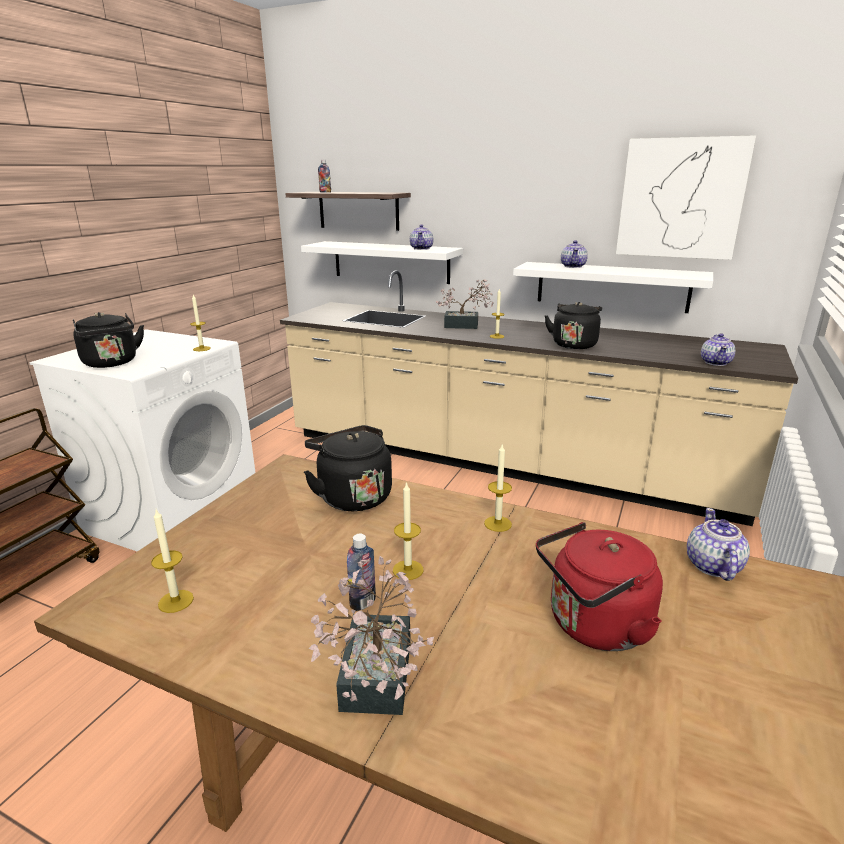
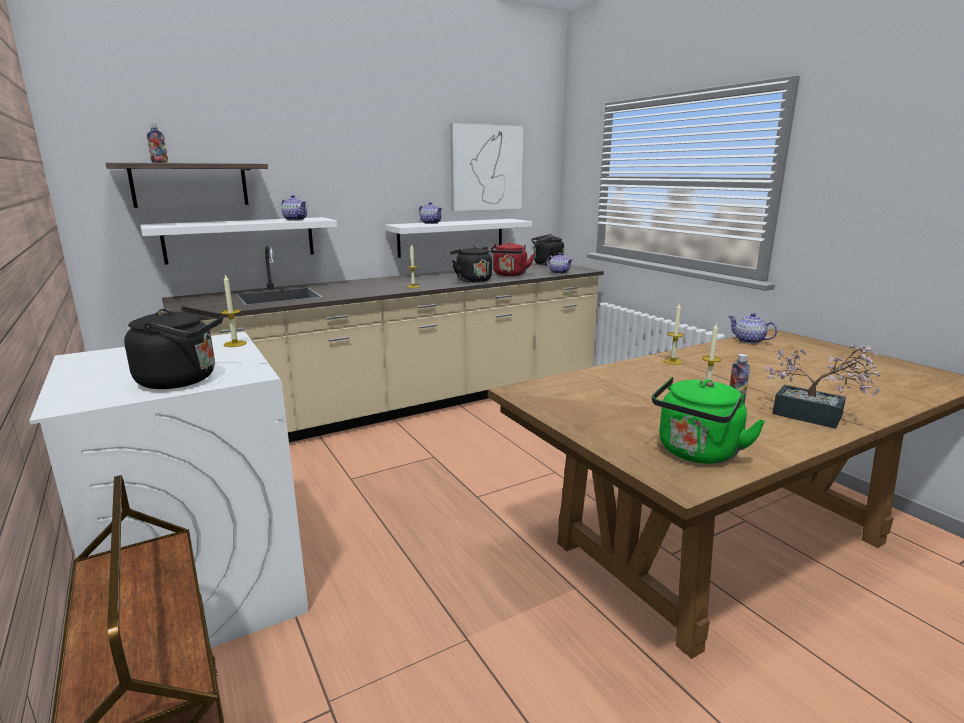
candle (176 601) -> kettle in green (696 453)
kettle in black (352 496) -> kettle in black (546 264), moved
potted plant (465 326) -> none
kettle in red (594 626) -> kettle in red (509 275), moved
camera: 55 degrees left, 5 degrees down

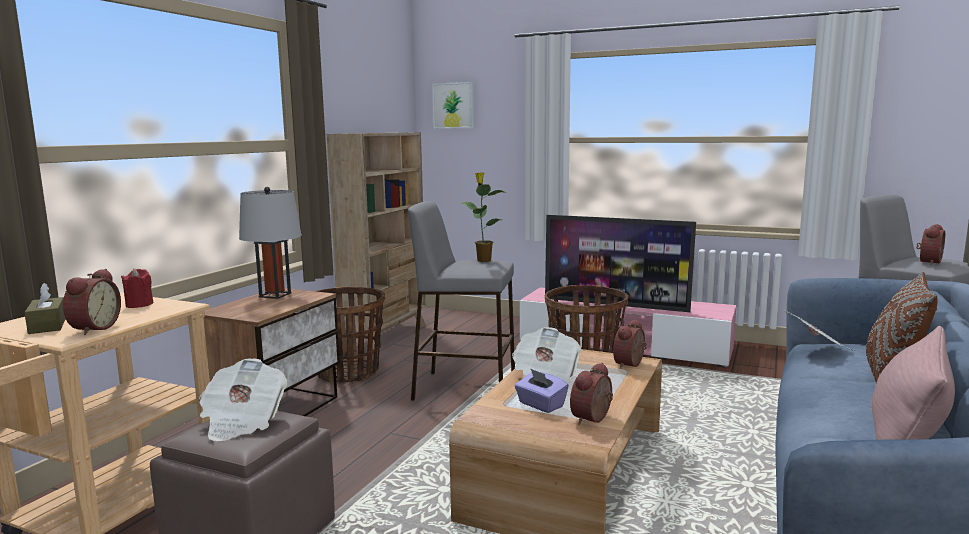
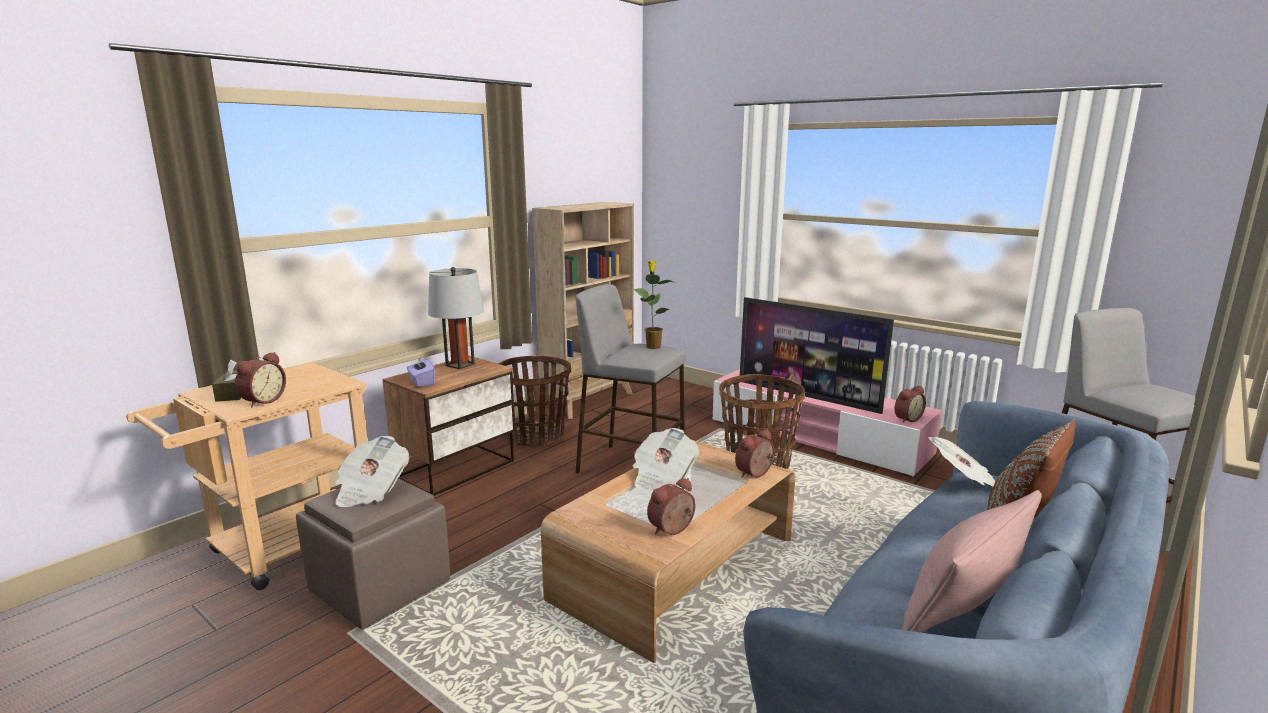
candle in red (139 305) -> none
picture (453 105) -> none
tissue box in purple (540 405) -> tissue box in purple (421 383), moved
alarm clock (927 262) -> alarm clock (906 419), moved
camera: 15 degrees right, 5 degrees up

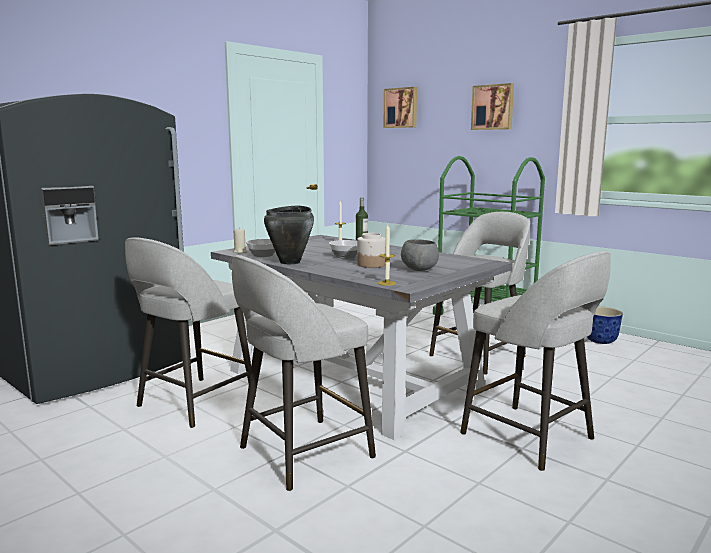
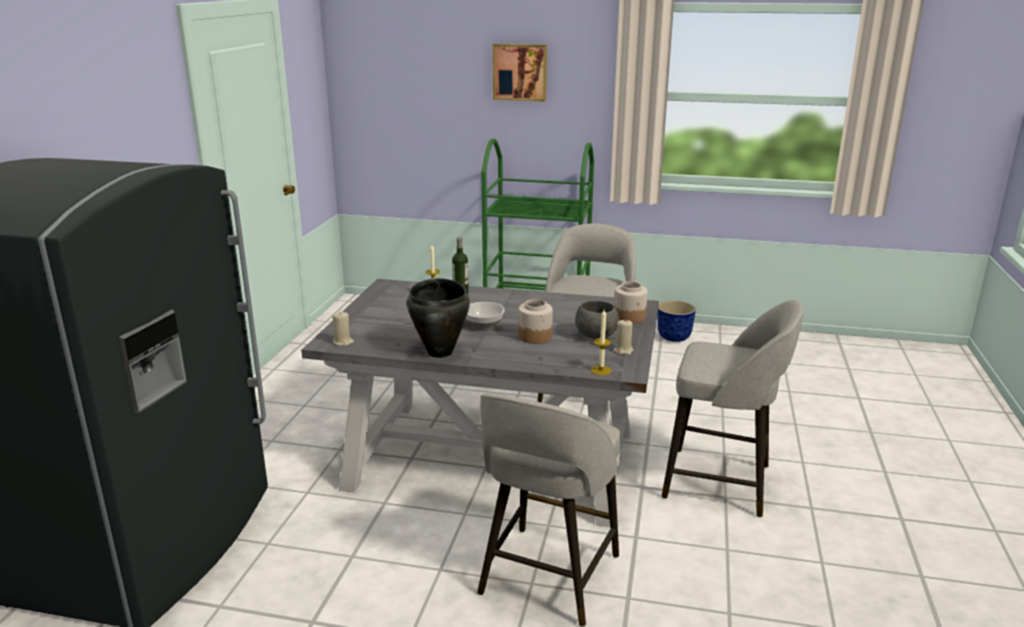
stool in grey (193 403) -> none
bowl (263 255) -> none
picture (401 108) -> none
none -> jar (630 317)
none -> candle in beige (623 350)
camera: 30 degrees left, 10 degrees up

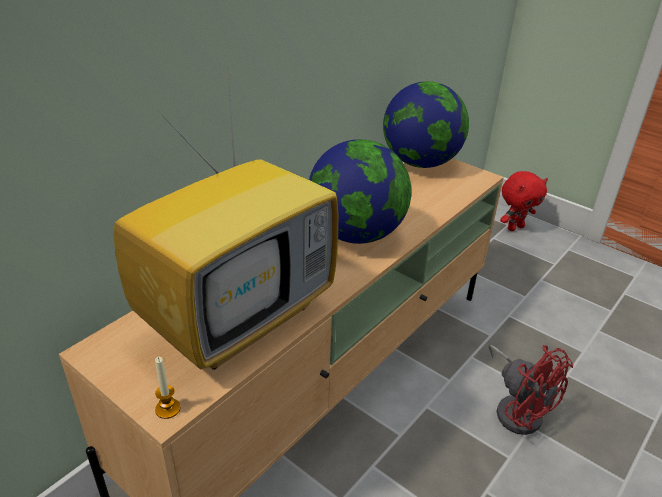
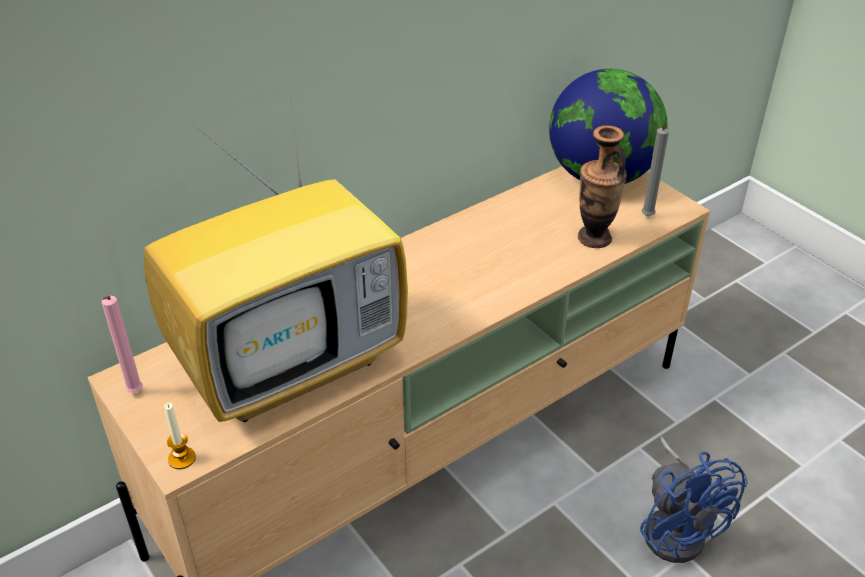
globe (356 234) -> none
fan in red (517 409) -> fan in blue (677 527)
plush toy in red (515 227) -> none
none -> candle in pink (134 394)
none -> vase (594 238)
none -> candle in grey (646 217)
camera: 15 degrees right, 5 degrees up

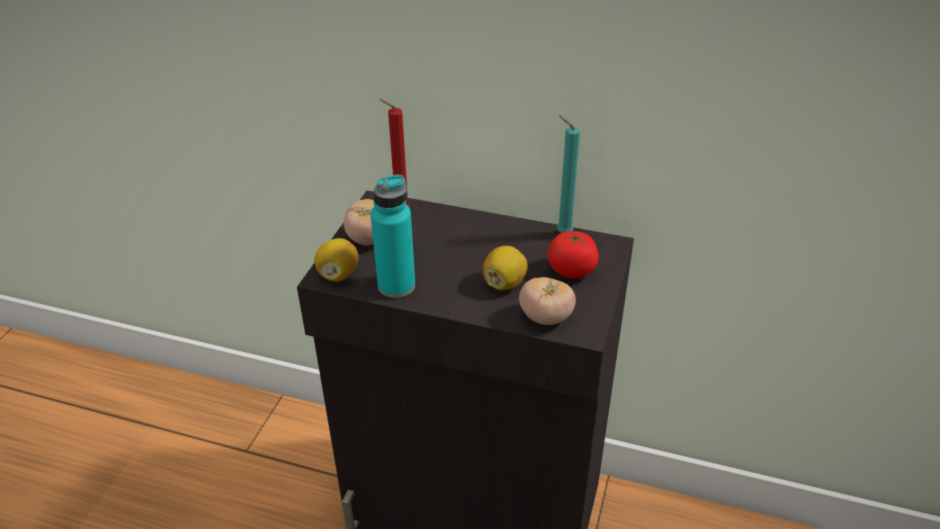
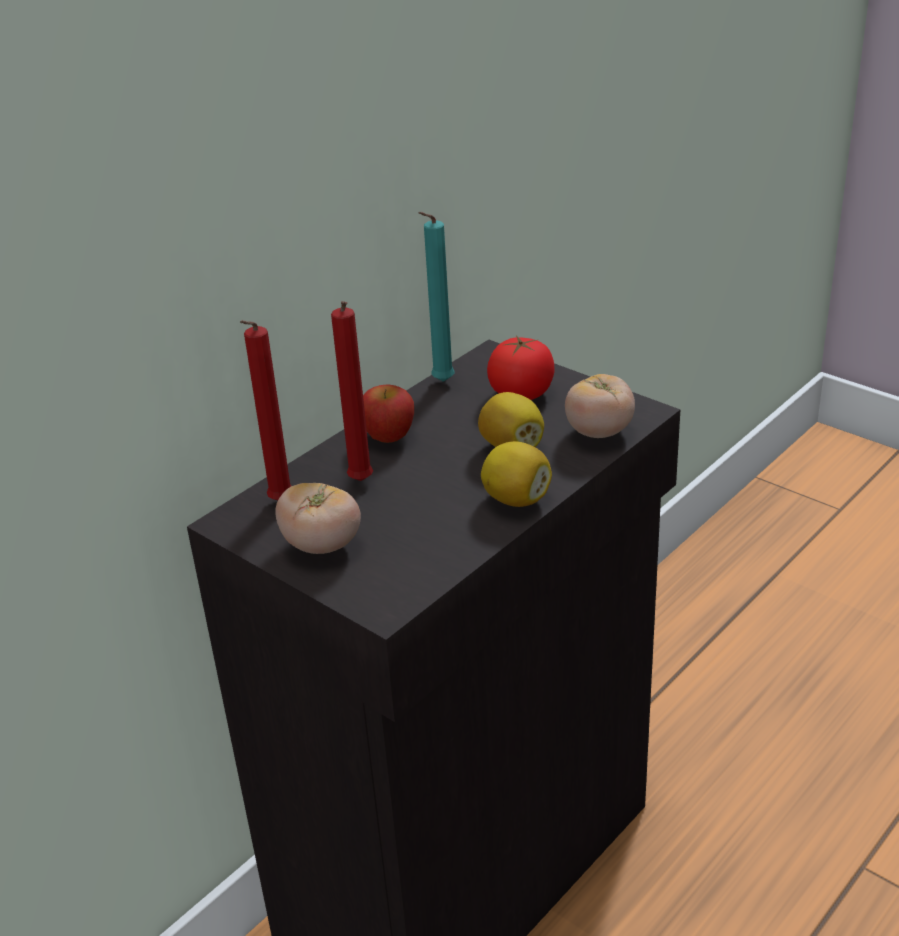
lemon (338 274) -> lemon (516 499), moved
bottle in turquoise (396 286) -> none
none -> candle in red (361 483)
none -> apple (389 436)
camera: 65 degrees left, 5 degrees down

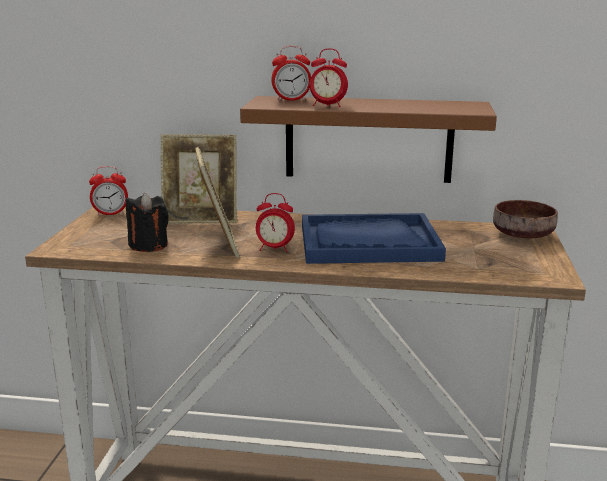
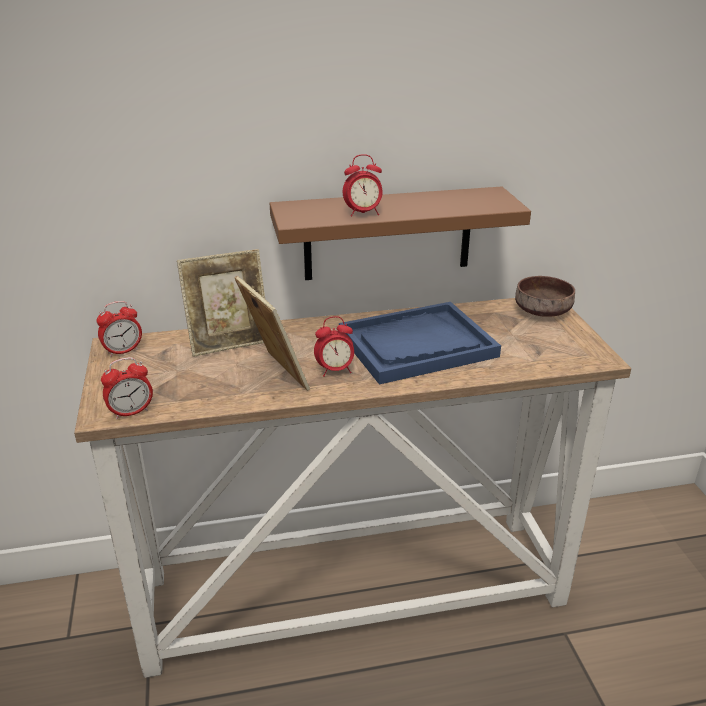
candle in black (148 245) -> none
alarm clock (291 100) -> alarm clock (131 412), moved
camera: 20 degrees left, 10 degrees up

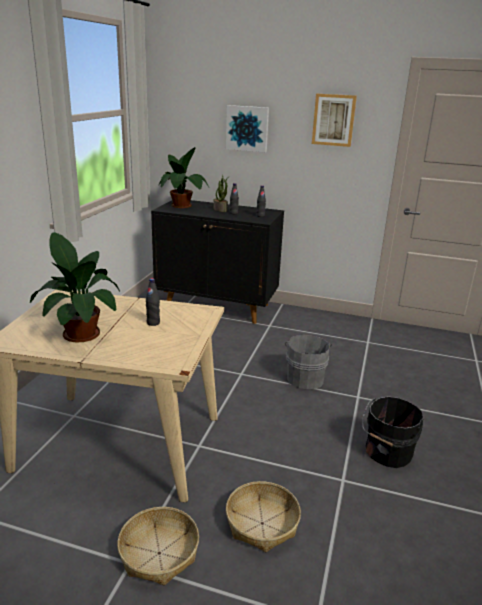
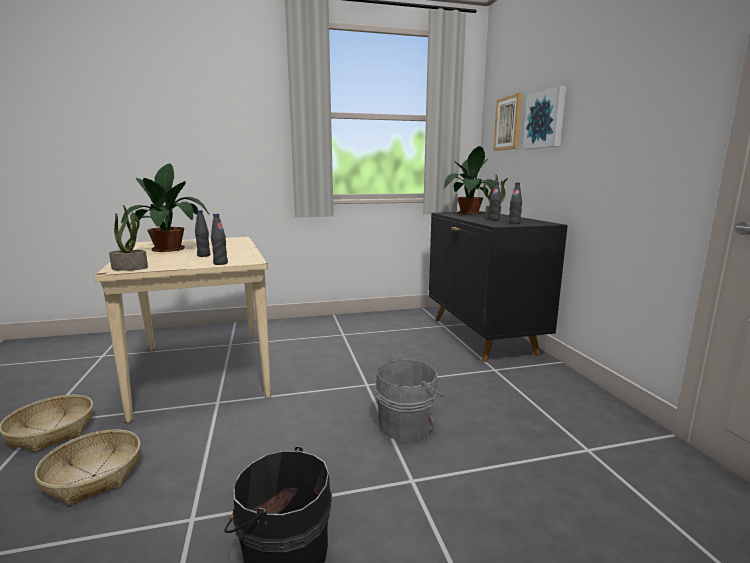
picture (333 120) -> picture (508 123), moved
none -> potted plant (130 268)
none -> bottle in black (220 263)
camera: 60 degrees right, 10 degrees down

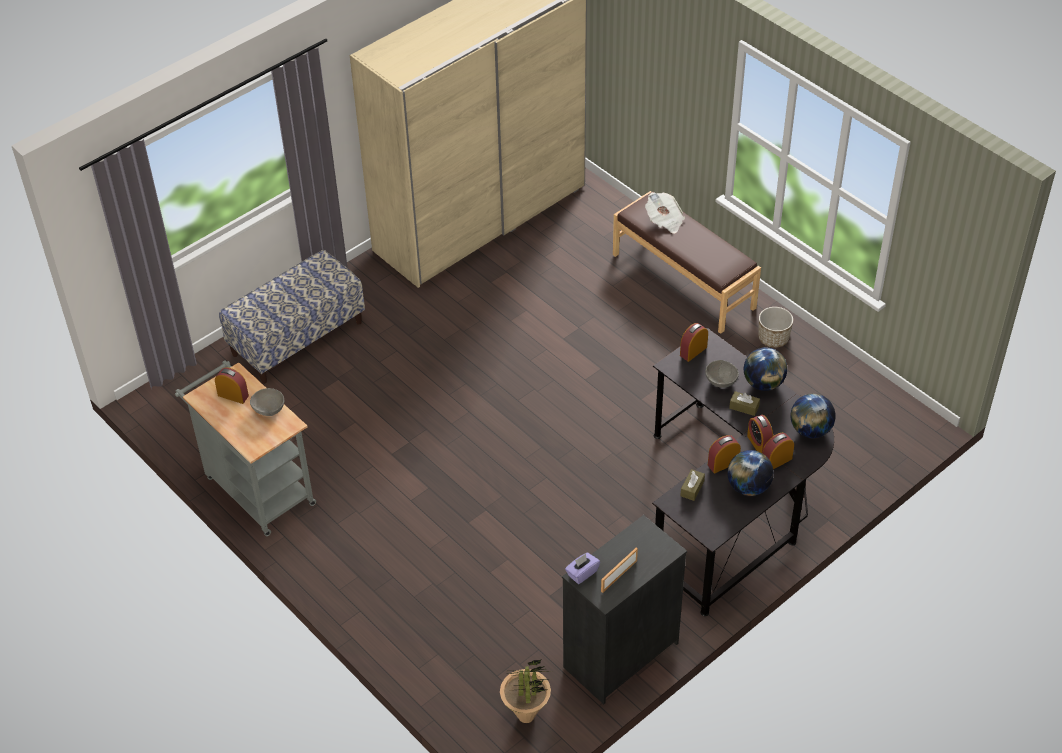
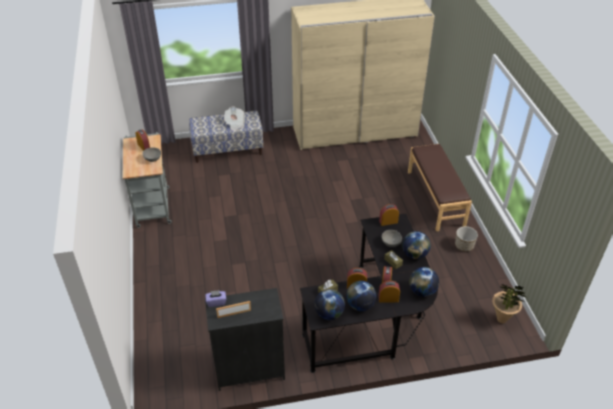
potted plant (526 716) -> potted plant (501 319), moved
newspaper (664 221) -> newspaper (235 123), moved
none -> globe (329 314)
camera: 30 degrees right, 5 degrees down

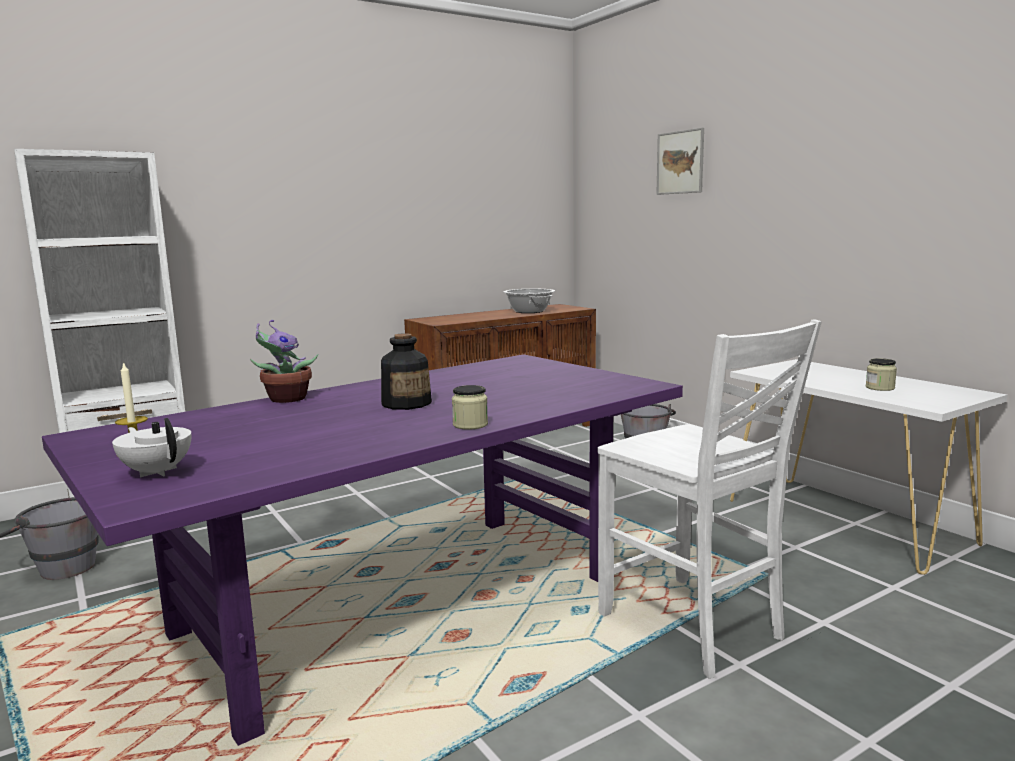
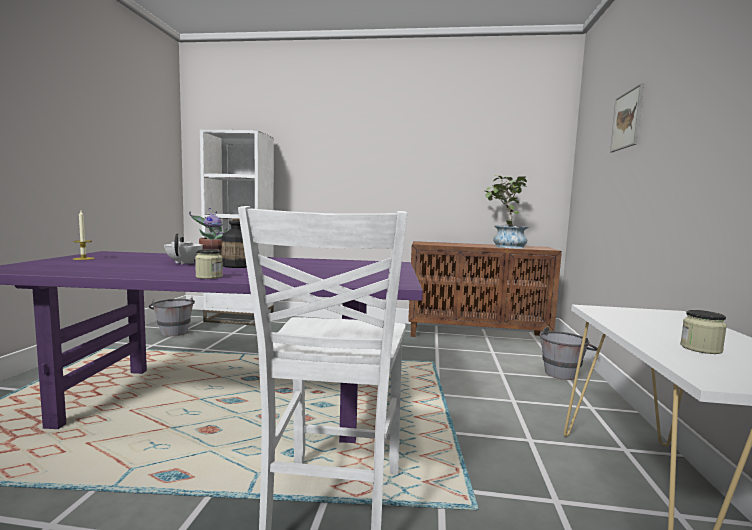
teapot in white (157 472) -> teapot in white (184 263), moved
cooking pot (529 311) -> potted plant (504 246)
camera: 40 degrees right, 5 degrees down

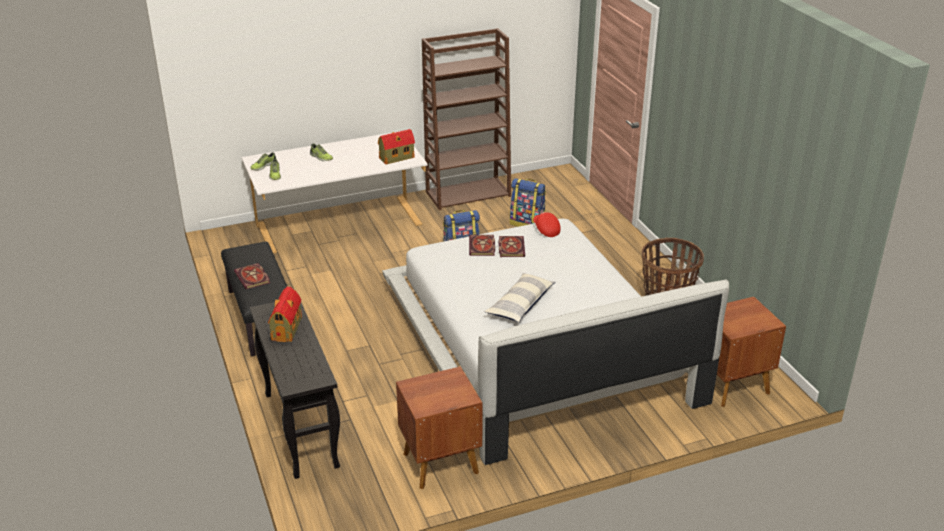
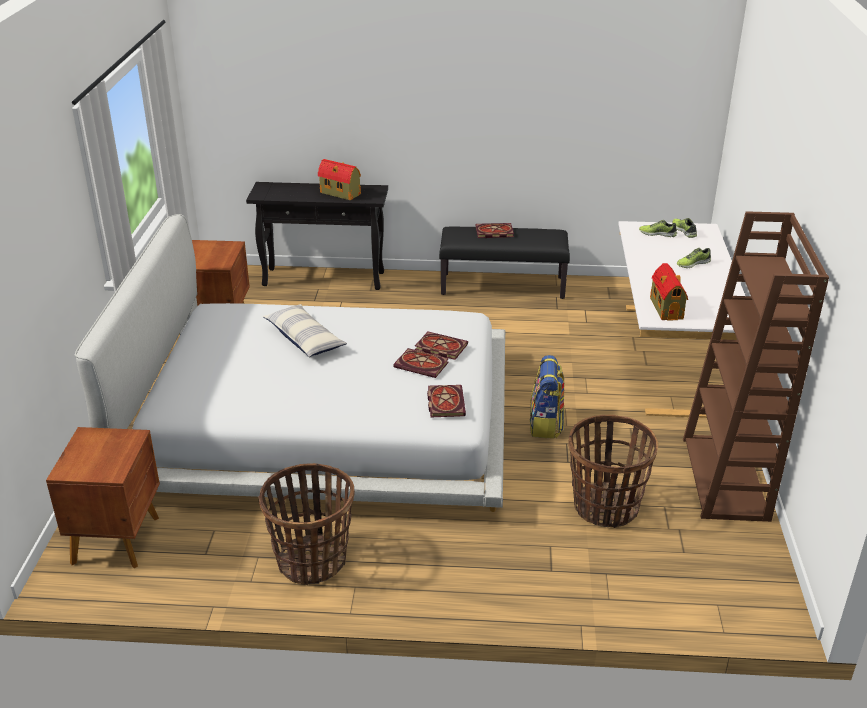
backpack (527 223) -> basket (605 507)
cap in red (545 230) -> book (445 402)
camera: 115 degrees right, 0 degrees up

